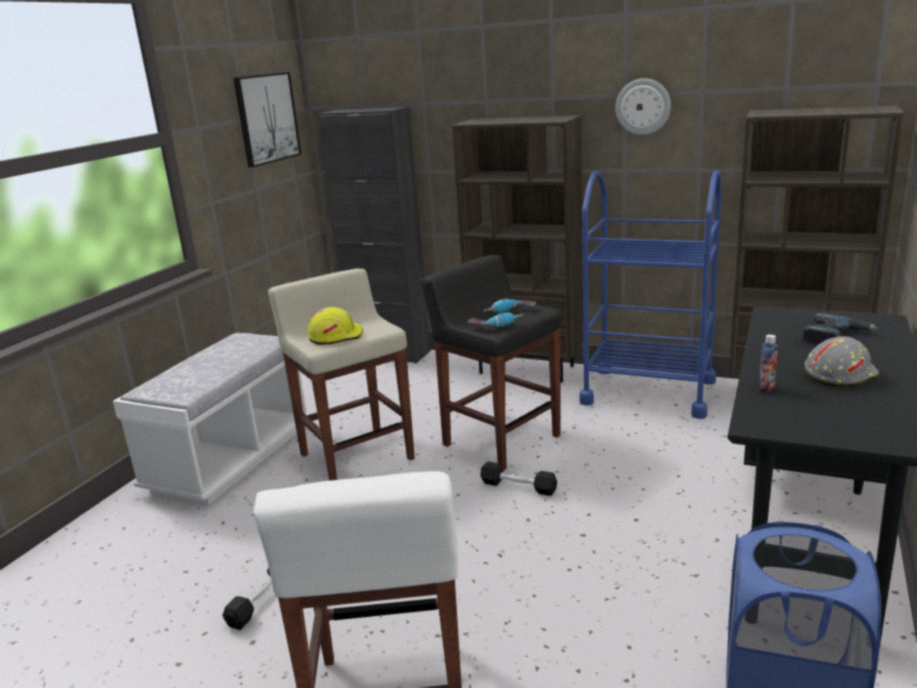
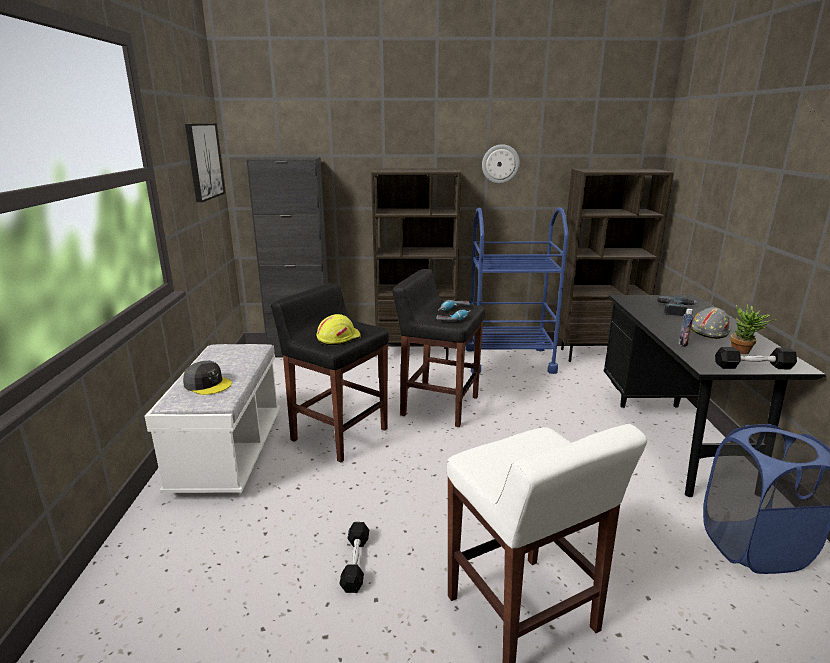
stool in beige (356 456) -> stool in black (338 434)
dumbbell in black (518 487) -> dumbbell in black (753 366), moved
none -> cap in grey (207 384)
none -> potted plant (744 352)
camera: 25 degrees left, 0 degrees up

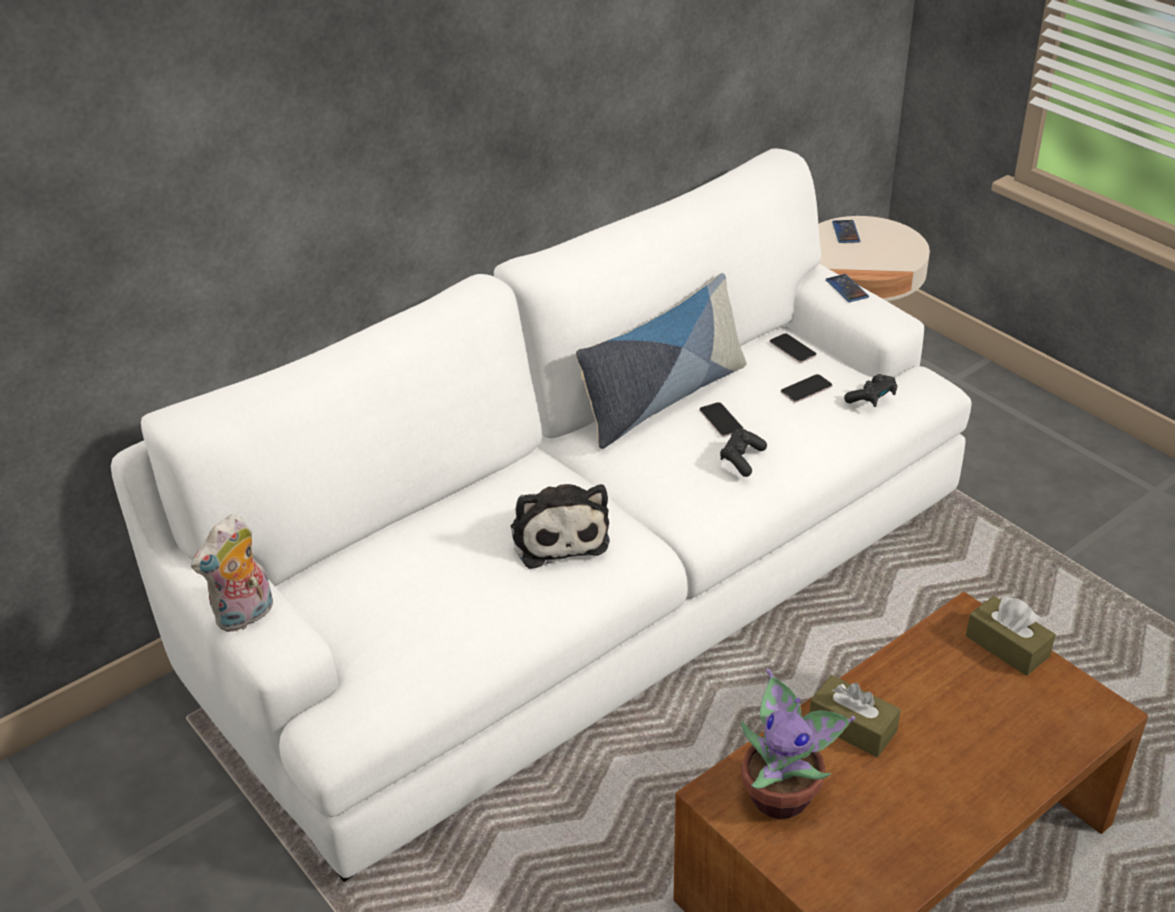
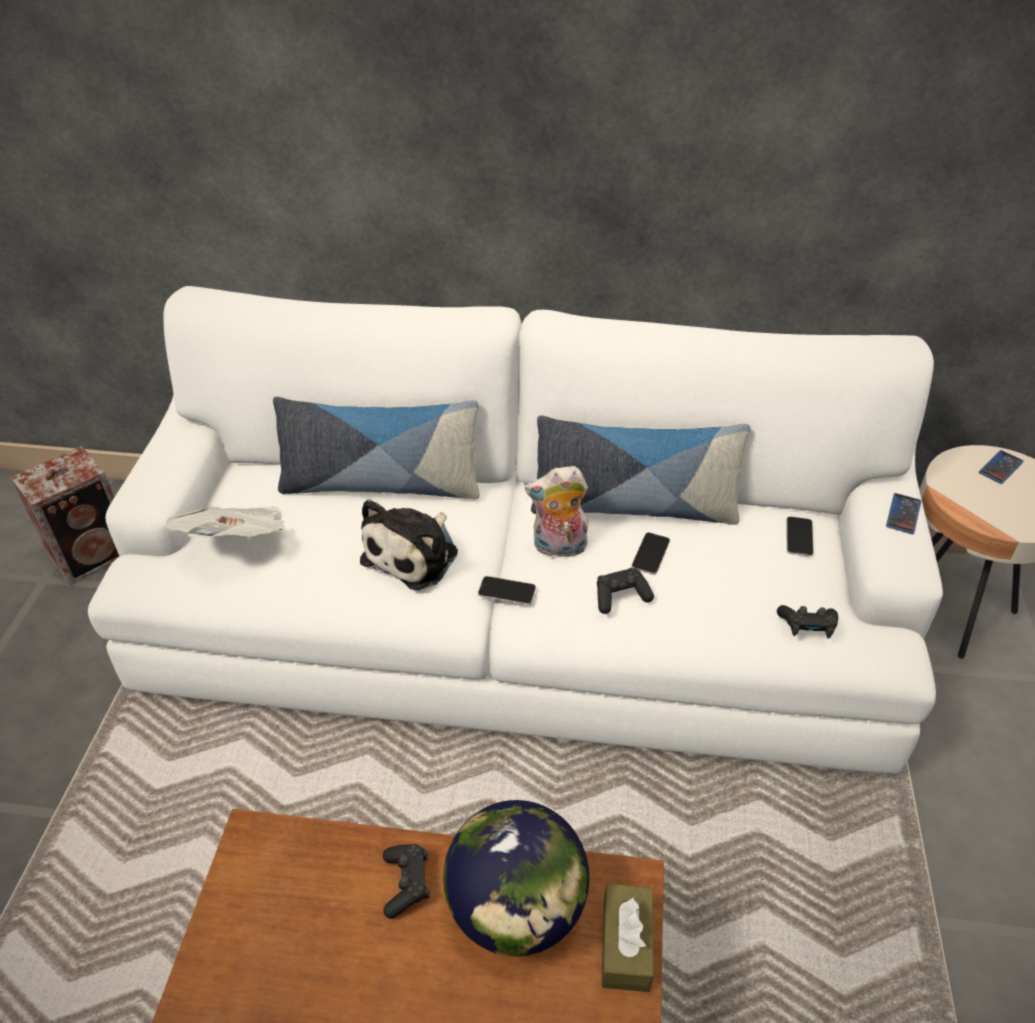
plush toy (245 616) -> plush toy (558 548), moved
potted plant (783 795) -> none
phone (806 389) -> phone (507 591), moved
tissue box in brown (852 727) -> game controller in black (406 883)
none -> speaker (95 553)
none -> newspaper (237 542)
none -> pillow (381 484)
none -> globe (516 908)
camera: 45 degrees right, 5 degrees up

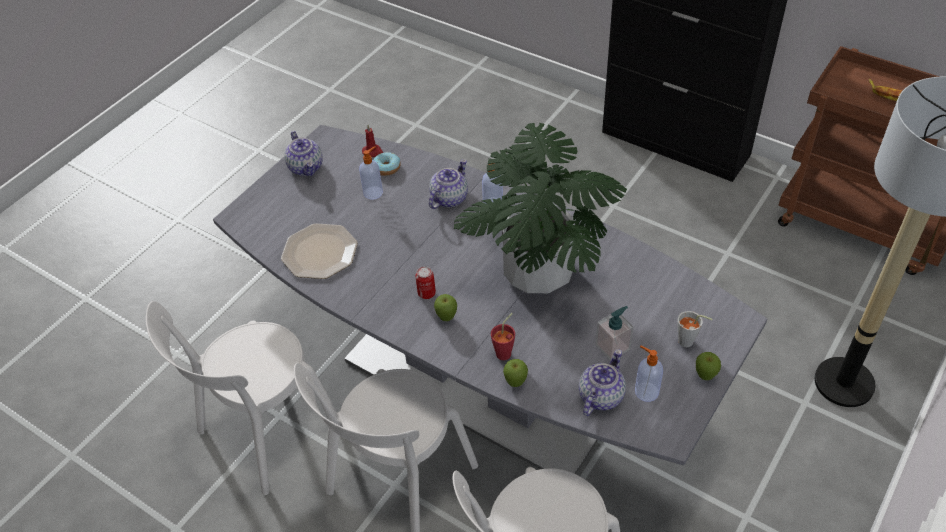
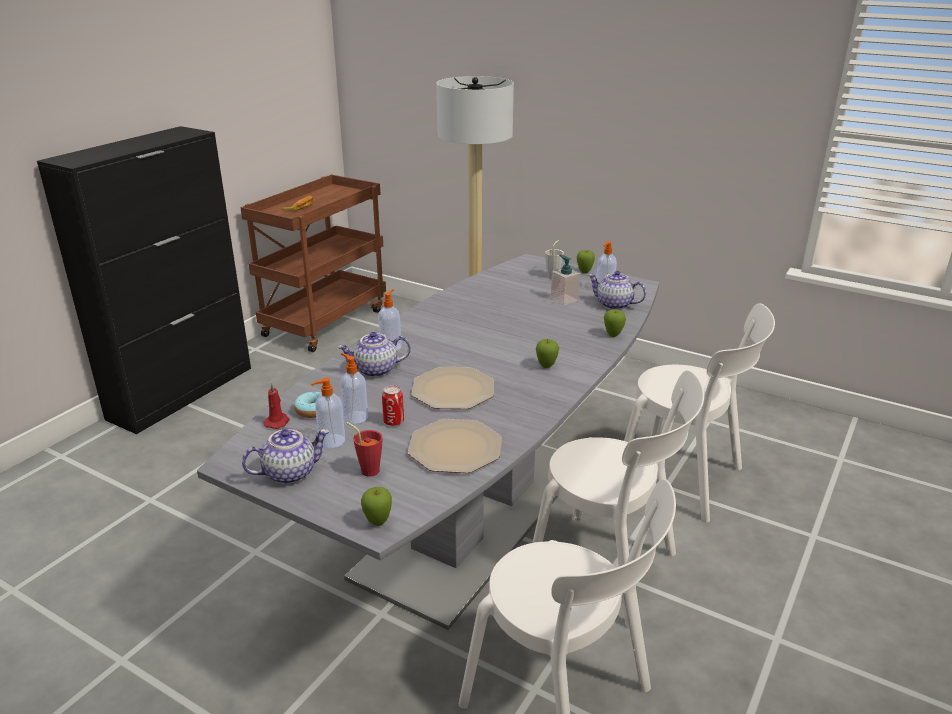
can (426 293) -> can (393 421), moved
teapot (449 198) -> teapot (375 370), 45 degrees counterclockwise
potted plant (538 272) -> none
cup in red (506 351) -> cup in red (367 469), moved
none -> soap dispenser (331 441)
none -> apple (378 522)
none -> plate (452 390)
camera: 95 degrees left, 20 degrees down

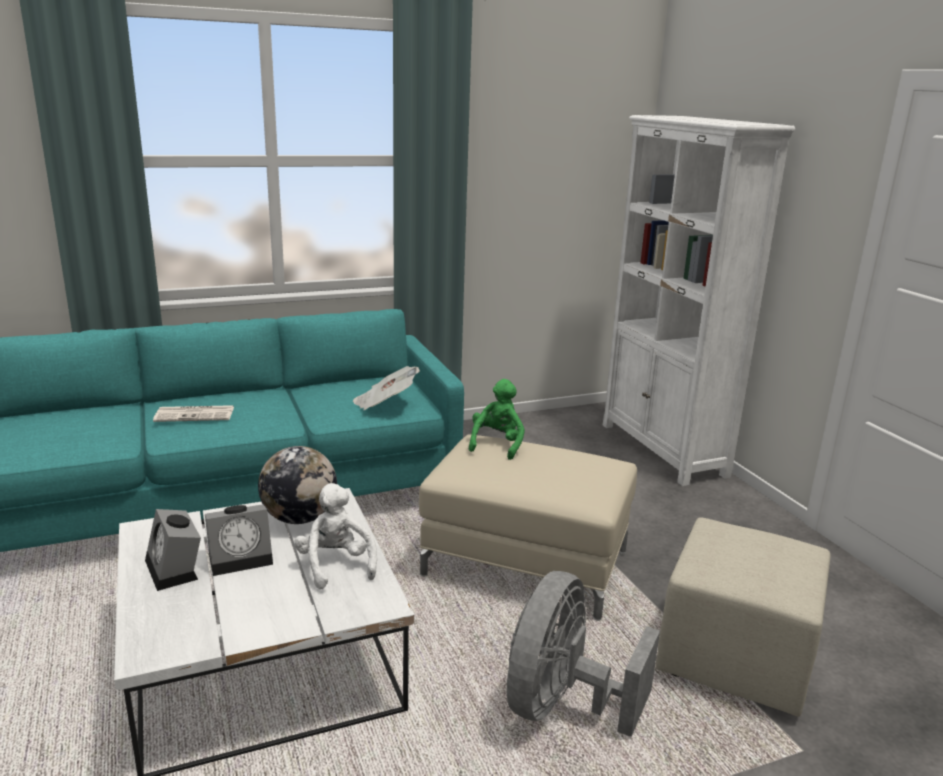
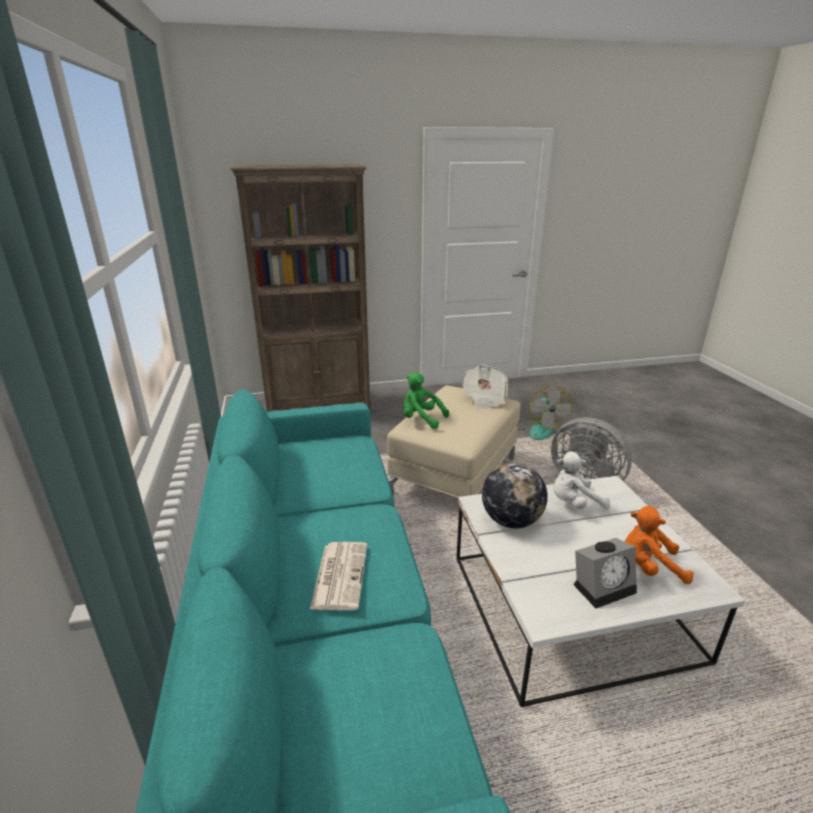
alarm clock (242 557) -> none
newspaper (385 404) -> newspaper (484 399), moved
bookcase in white (663 450) -> bookcase in brown (319 405)
ottoman in beige (735 659) -> fan (538 429)
none -> plush toy in orange (649 567)
camera: 80 degrees left, 5 degrees up

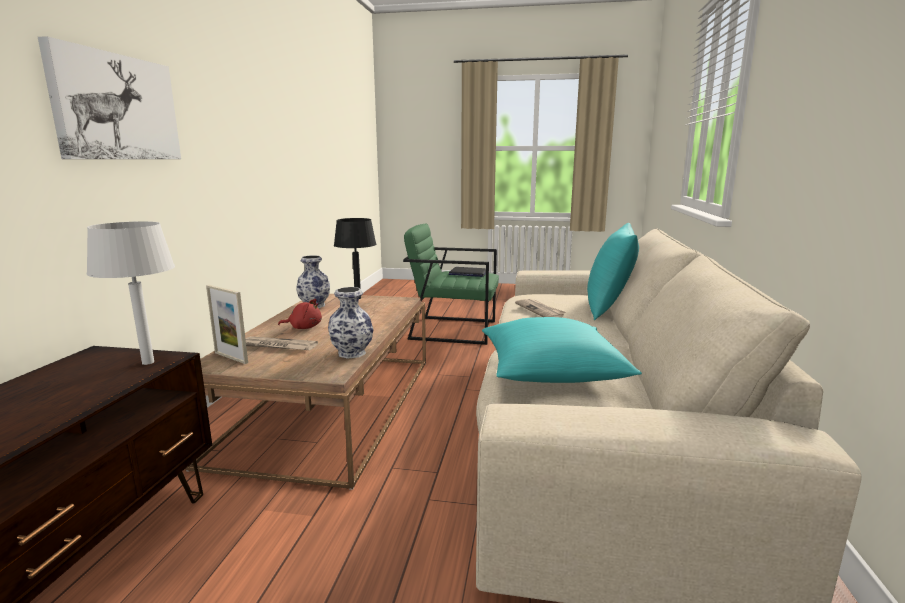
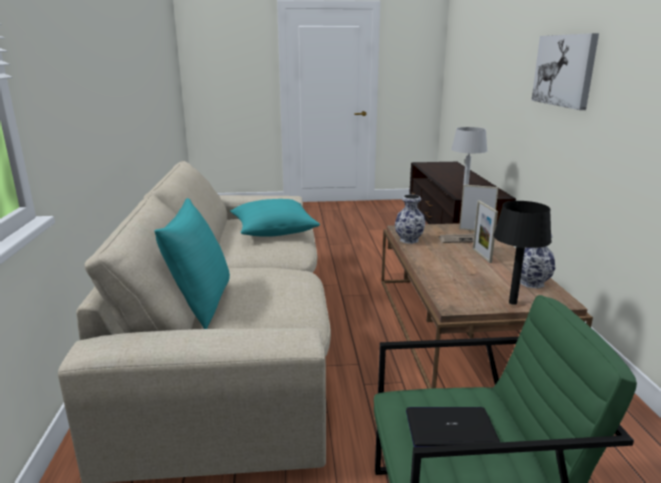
plush toy in red (304 327) -> picture frame (481 255)
newspaper (540 310) -> none
camera: 165 degrees right, 5 degrees up

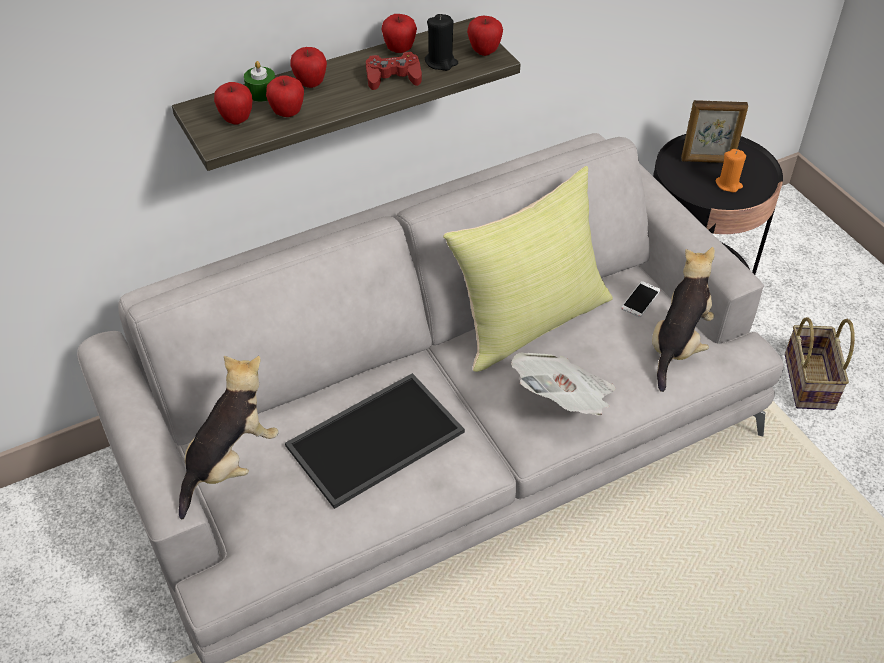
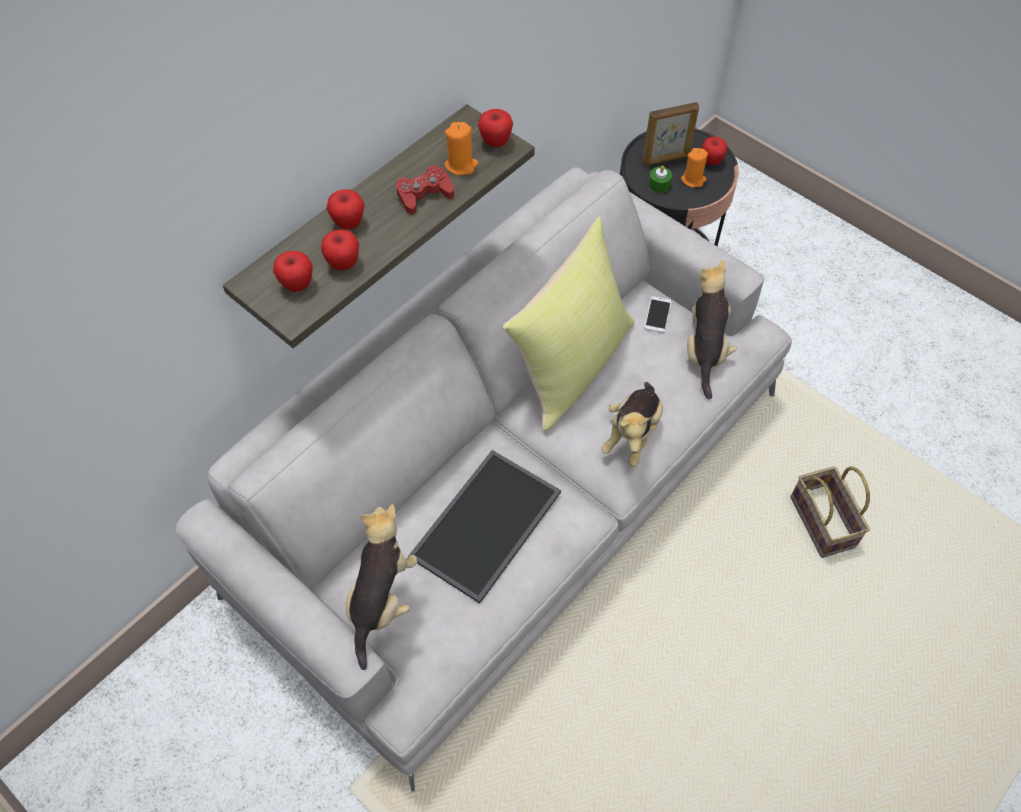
candle in green (261 92) -> candle in green (659 185), moved
apple (399 50) -> apple (711 161), moved
candle in black (441 62) -> candle in orange (461 165)
newspaper (564 400) -> plush toy (632 434)
basket (811 383) -> basket (824 523), moved
camera: 20 degrees left, 10 degrees up

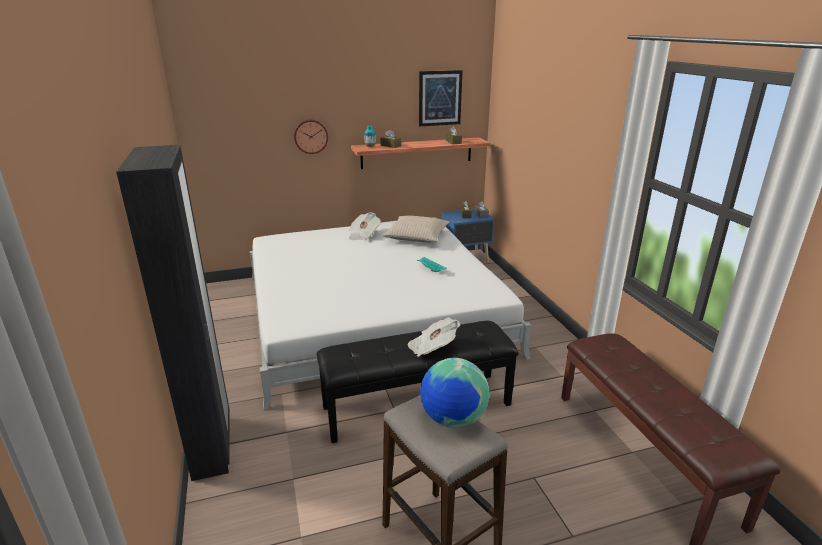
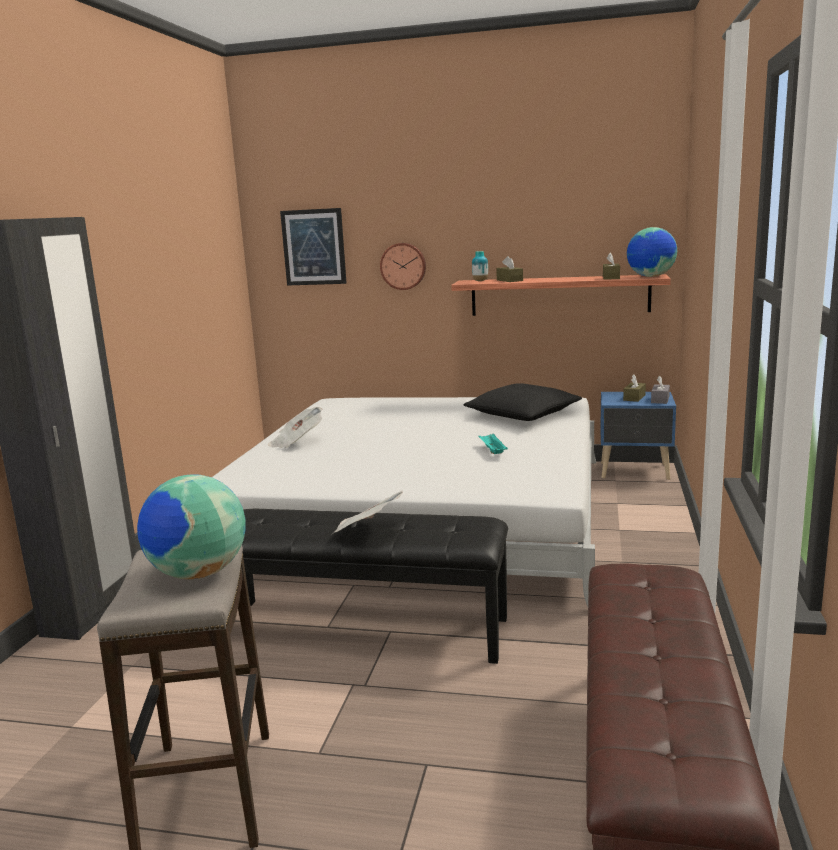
newspaper (363 235) -> newspaper (296 442), moved
pillow in beige (417 236) -> pillow in black (523 414)
picture (440 98) -> picture (314 247), moved
none -> globe (651 276)
camera: 30 degrees right, 10 degrees down

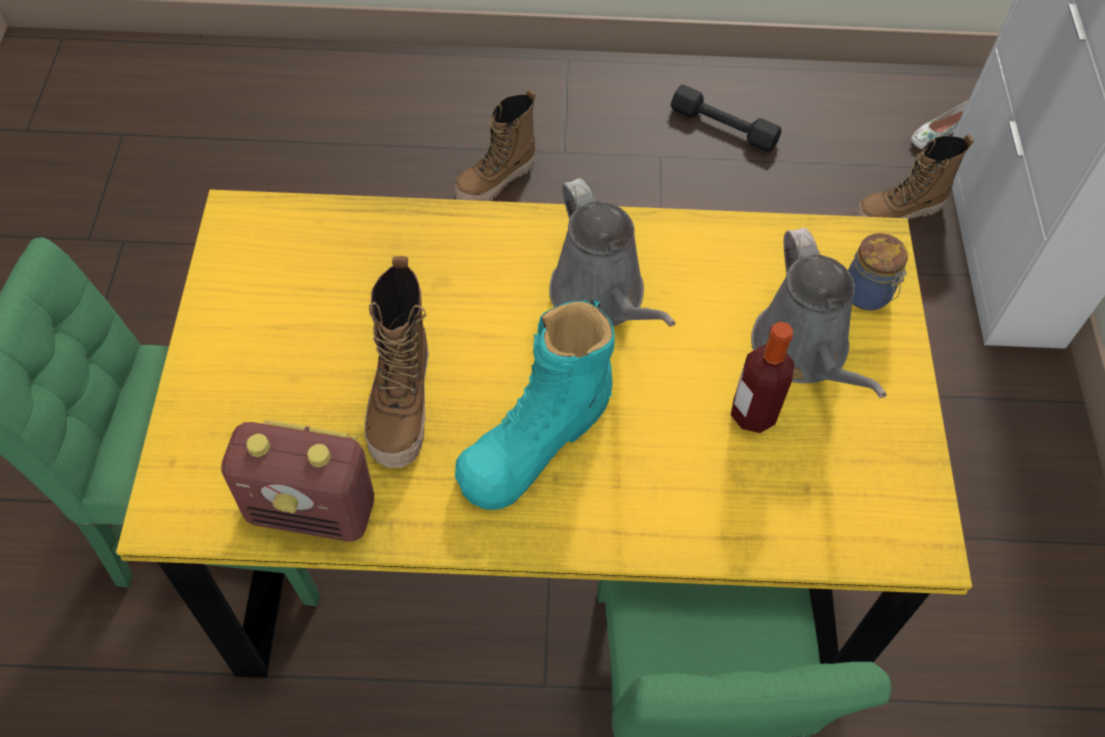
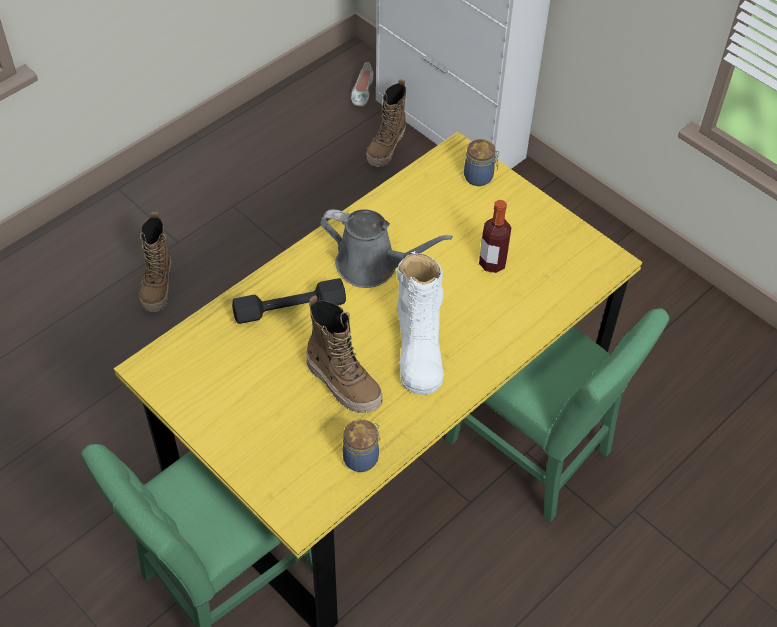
radio (312 510) -> jar (362 457)
boot in turquoise (536 439) -> boot in white (419 347)
dumbbell in black (723 127) -> dumbbell in black (289 308), moved
watering can in grey (803 352) -> none
camera: 45 degrees left, 5 degrees down

